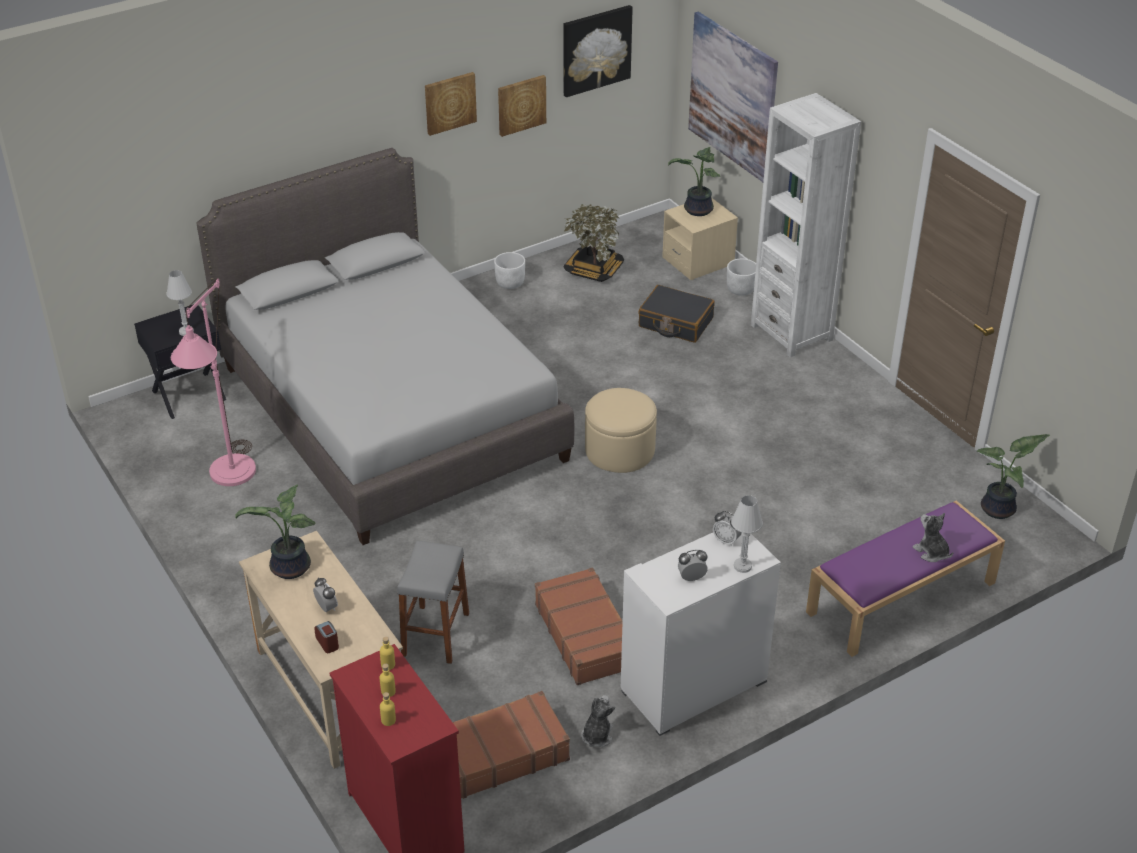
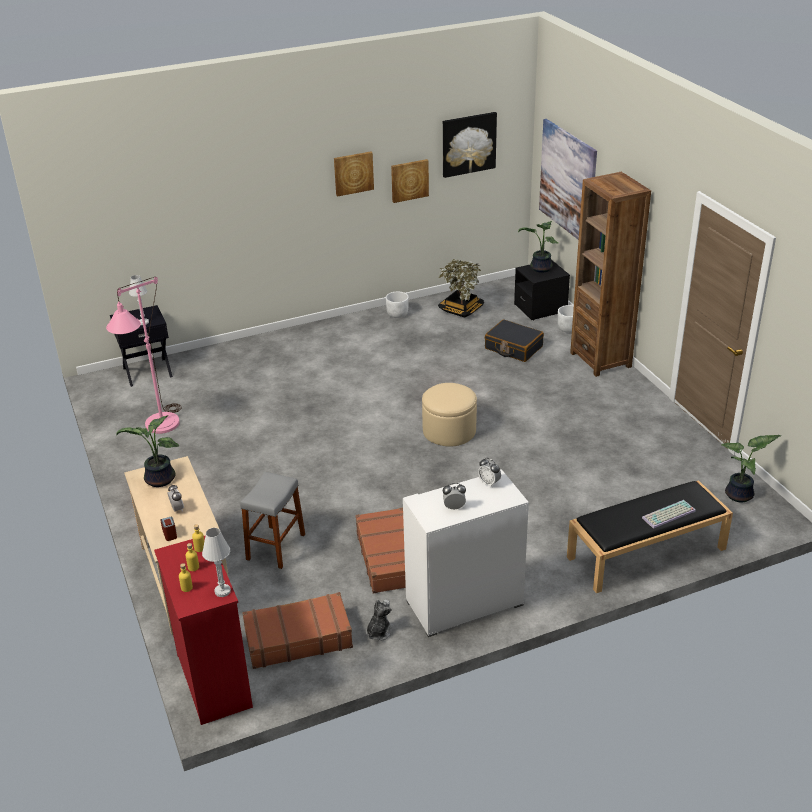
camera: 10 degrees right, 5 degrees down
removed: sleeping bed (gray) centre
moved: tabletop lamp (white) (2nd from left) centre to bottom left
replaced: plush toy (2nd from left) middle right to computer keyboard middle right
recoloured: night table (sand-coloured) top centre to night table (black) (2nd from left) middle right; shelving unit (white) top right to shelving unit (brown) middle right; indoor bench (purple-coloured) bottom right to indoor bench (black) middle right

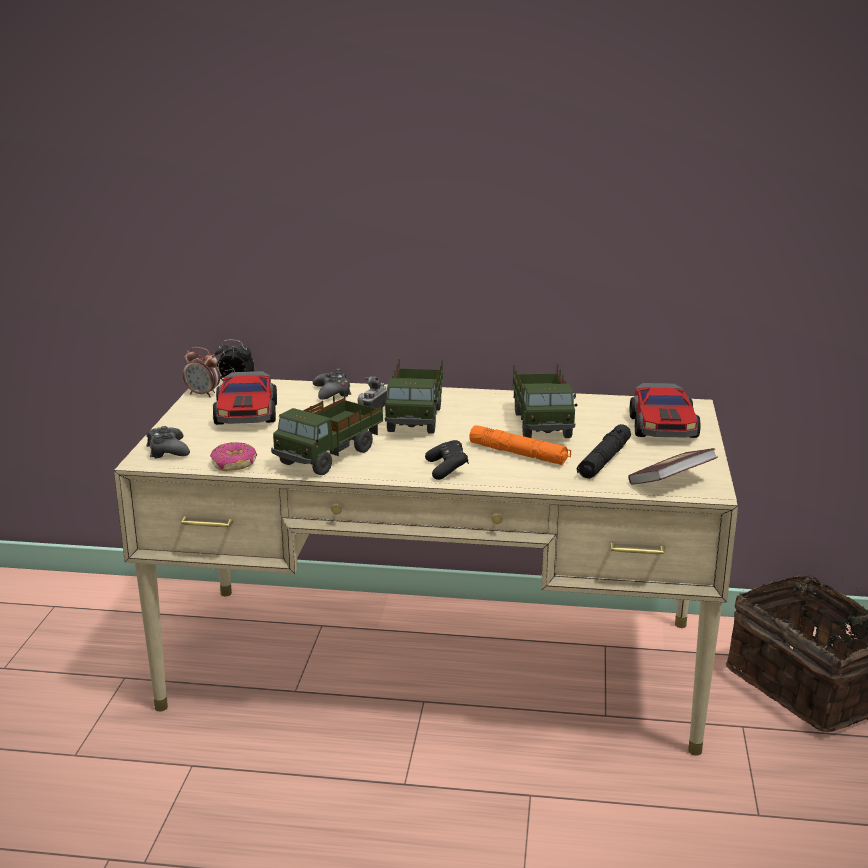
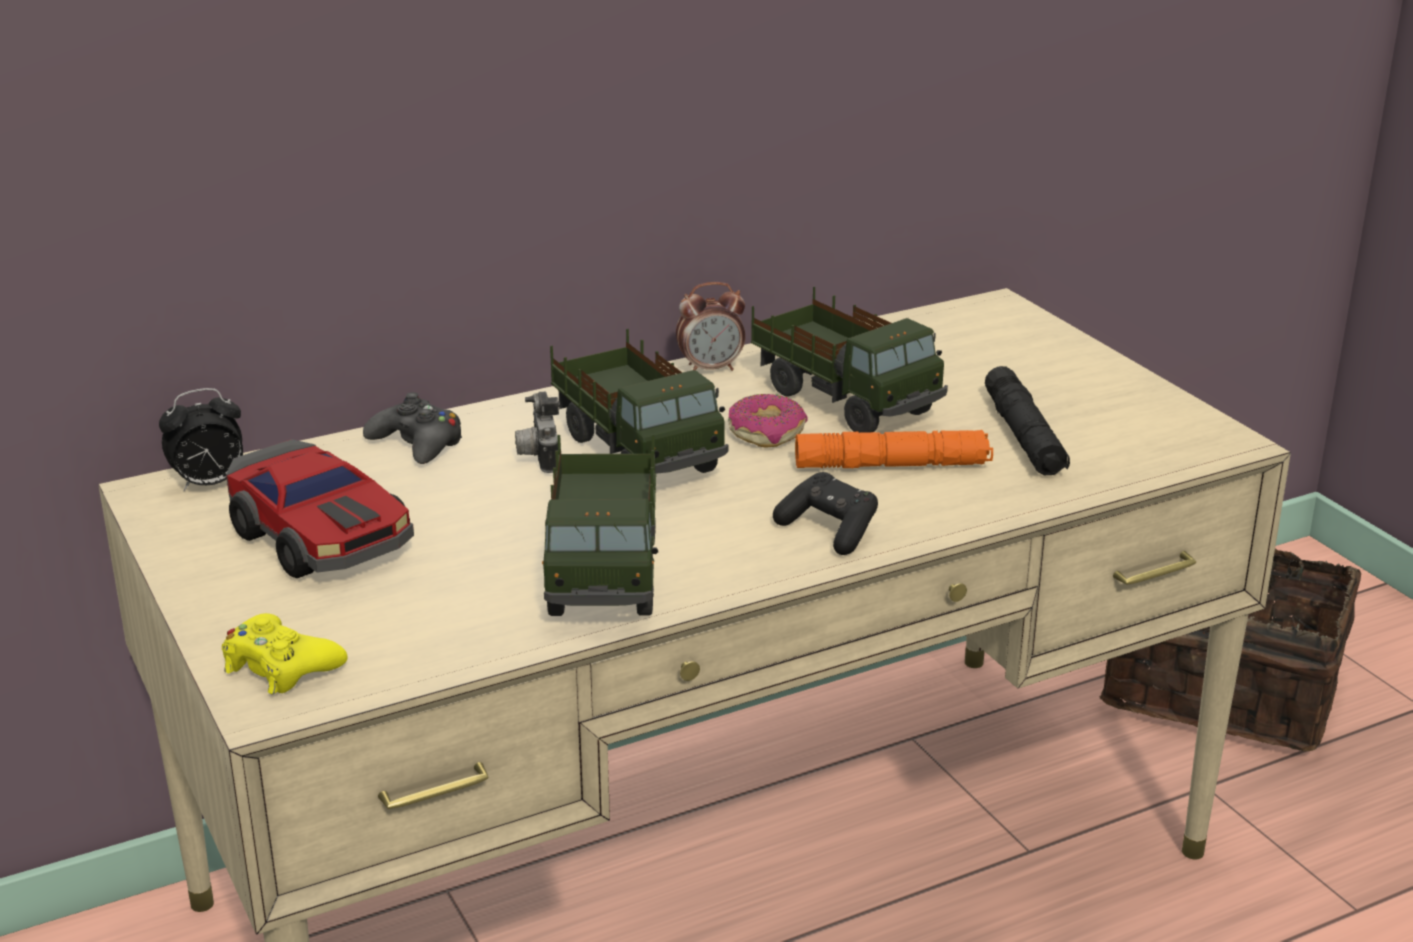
camera: 35 degrees left, 5 degrees up
removed: bound book middle right; miniature car (2nd from left) middle right
moved: table clock (1st from left in the first image) middle left to table clock (2nd from left) centre; doughnut middle left to centre
recoloured: game controller (black) (1st from left) middle left to game controller (yellow-coloured) bottom left

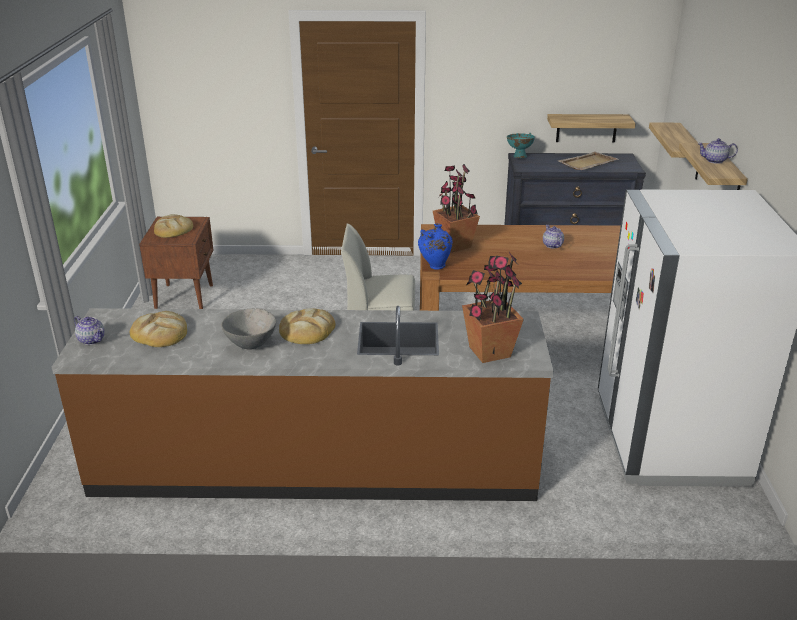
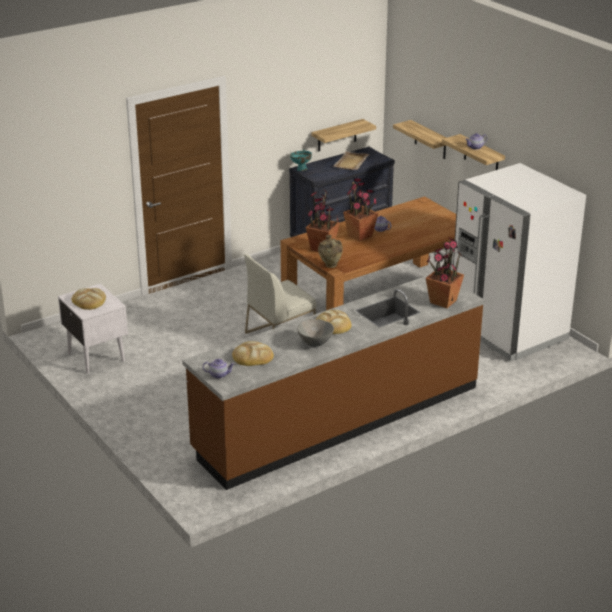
camera: 35 degrees left, 0 degrees up
added: houseplant (2nd from left) centre
recoloured: night table (brown) middle left to night table (white) middle left; vase (blue) centre to vase (sand-coloured) centre

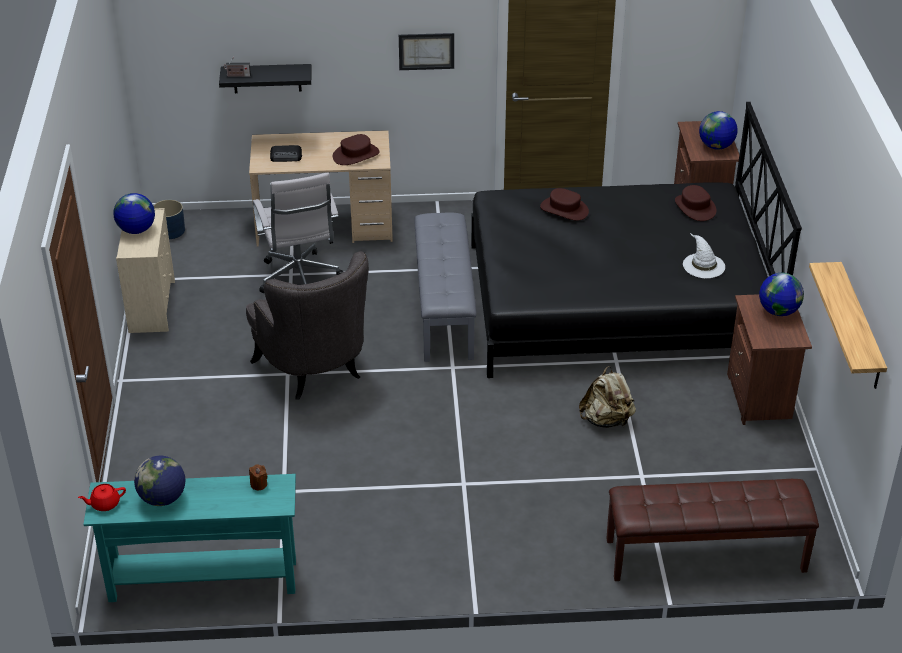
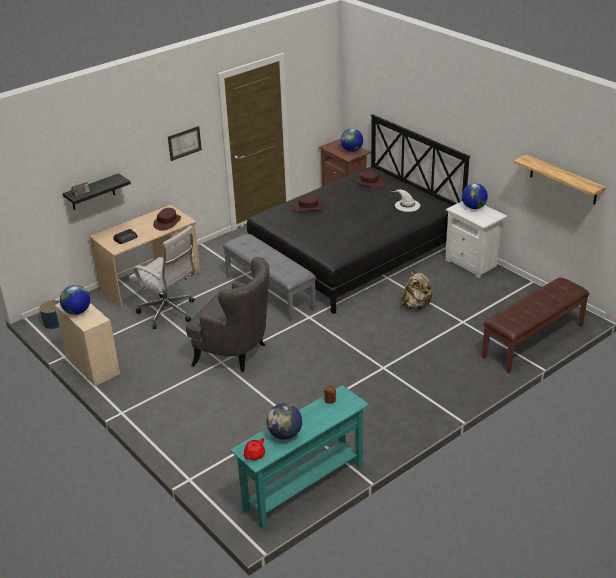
camera: 35 degrees left, 5 degrees down
recoloured: night table (brown) (2nd from left) middle right to night table (white) middle right

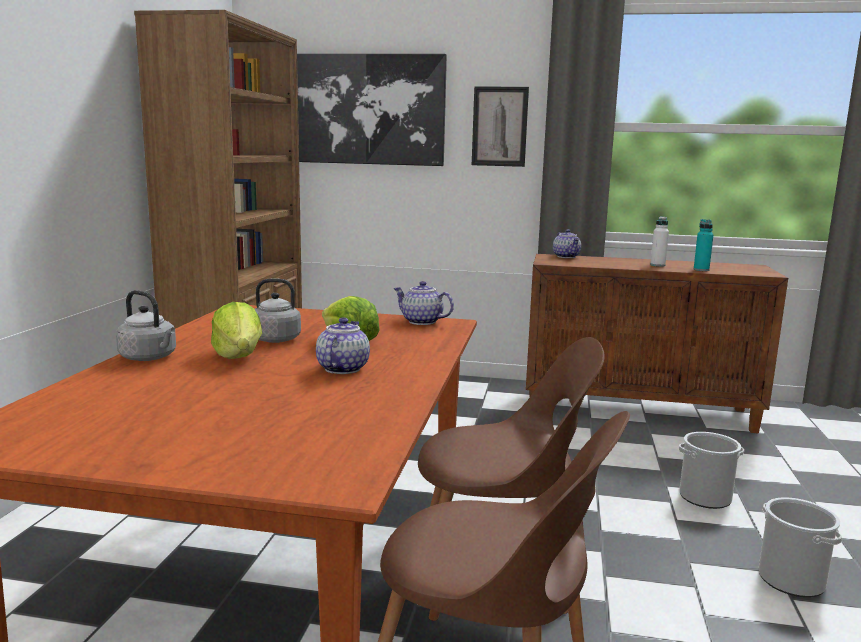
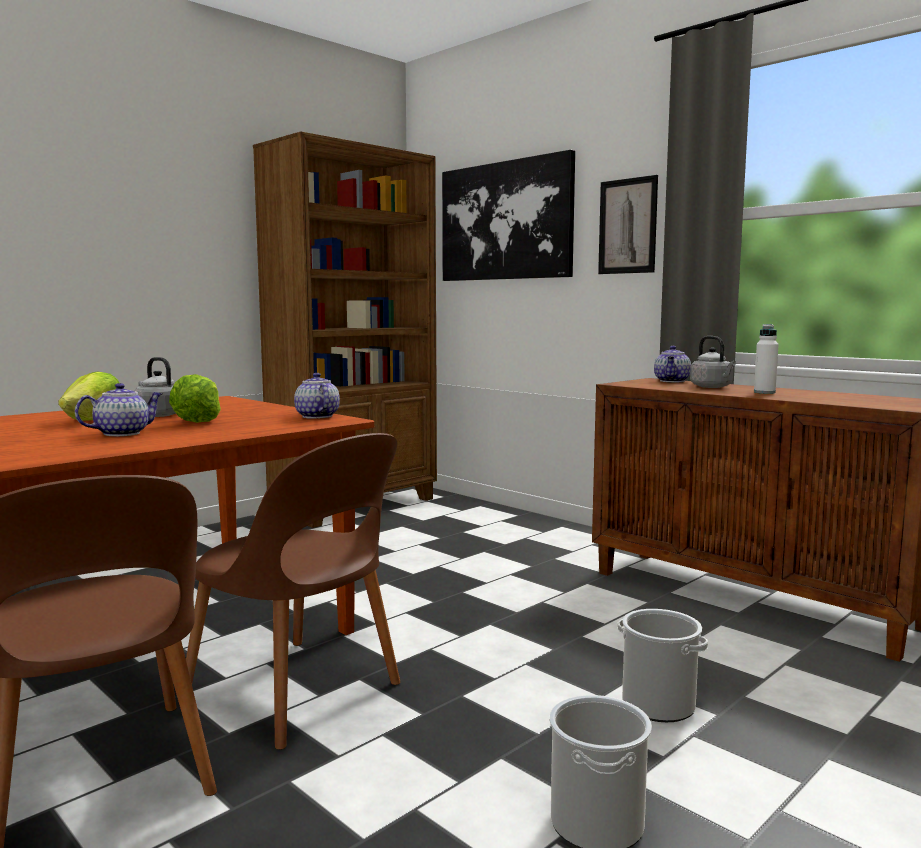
camera: 35 degrees right, 5 degrees down
removed: drink bottle (turquoise) middle right
moved: kettle (gray) (1st from left in the first image) middle left to kettle (gray) (2nd from left) middle right

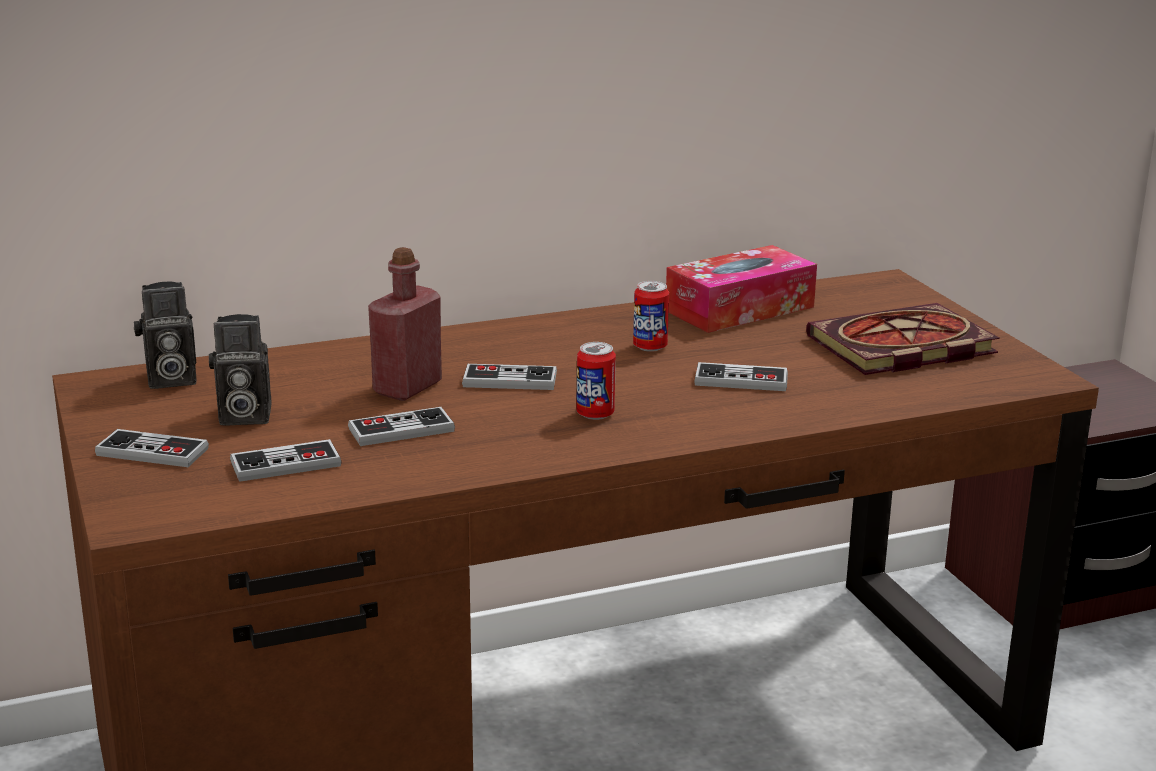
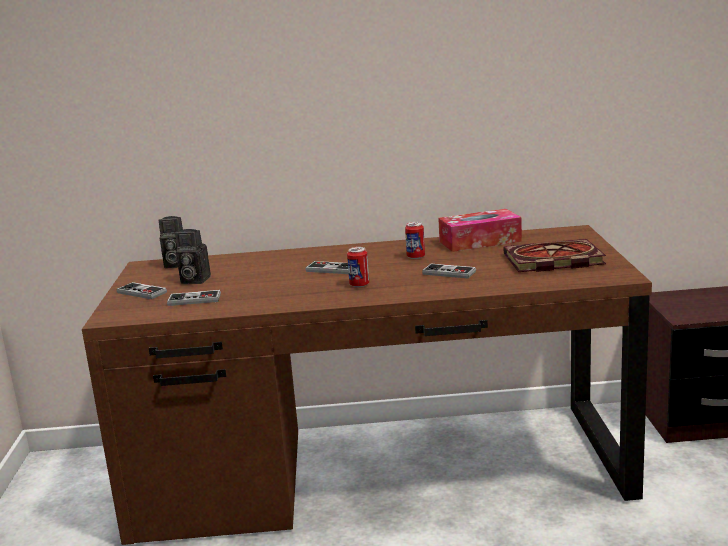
camera: 20 degrees right, 5 degrees down
removed: game controller (3rd from left) centre; drink bottle (reddish) centre

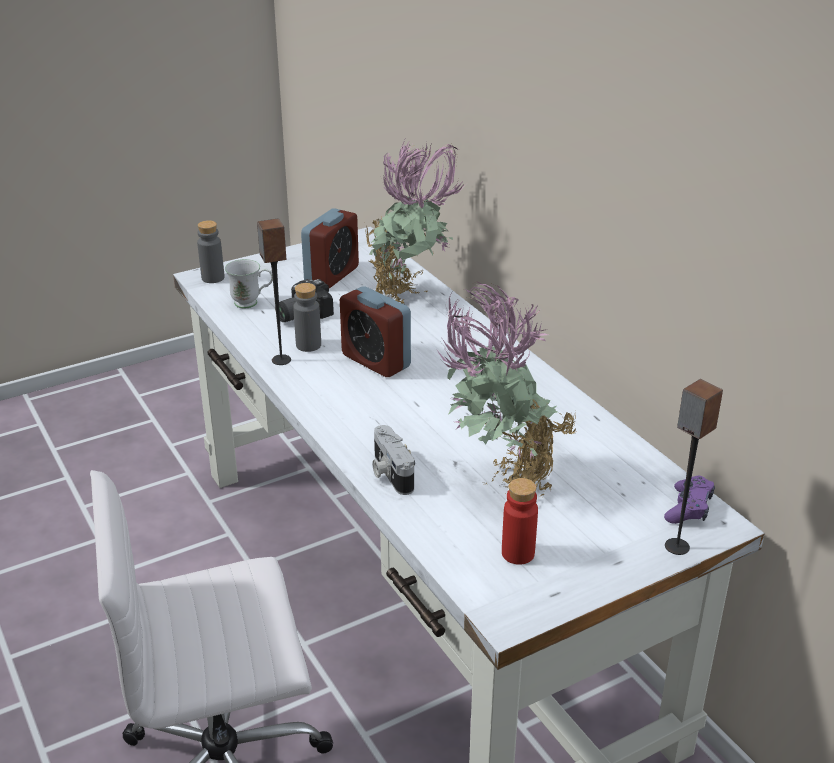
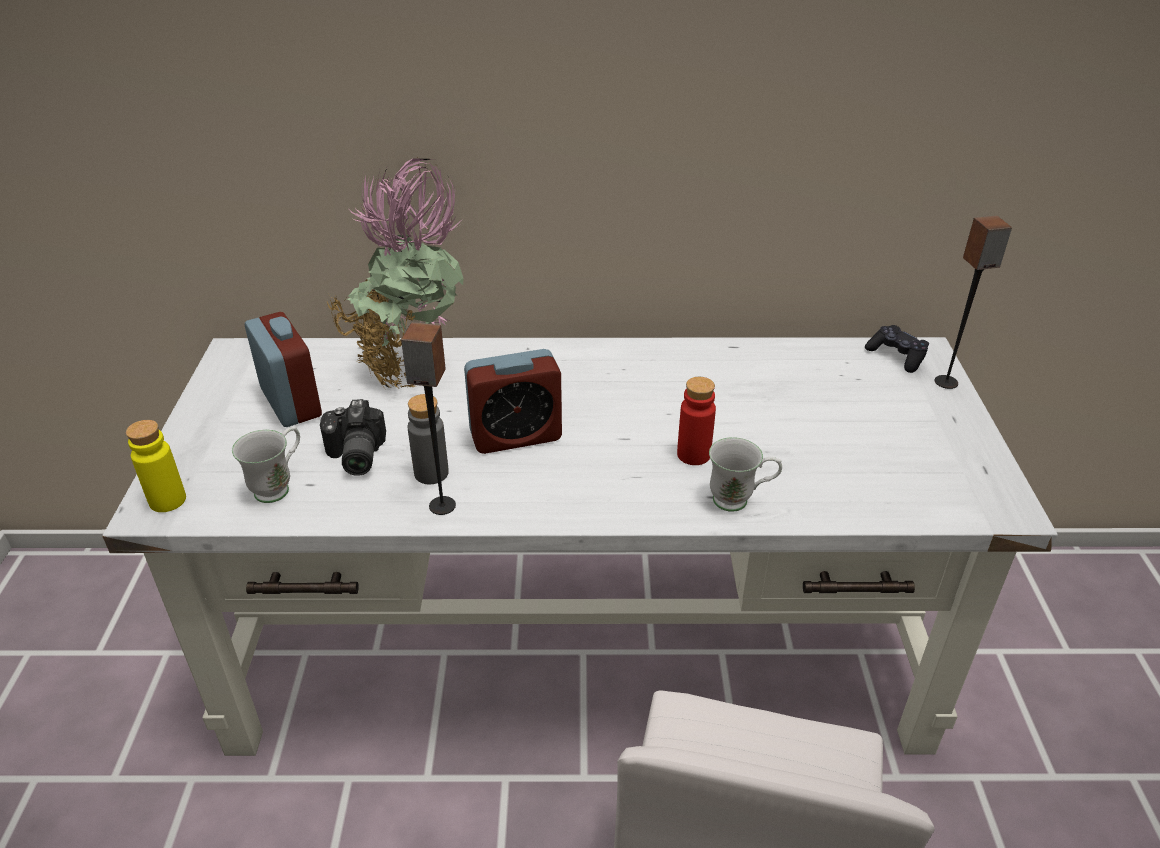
camera: 60 degrees left, 5 degrees up
removed: houseplant (2nd from left) centre
moved: drink bottle (reddish) bottom centre to centre
replaced: photo camera (2nd from left) centre to mug (white) (2nd from left) centre
recoloured: drink bottle (gray) (1st from left) top left to drink bottle (yellow-coloured) middle left; game controller (purple-coloured) middle right to game controller (black) middle right

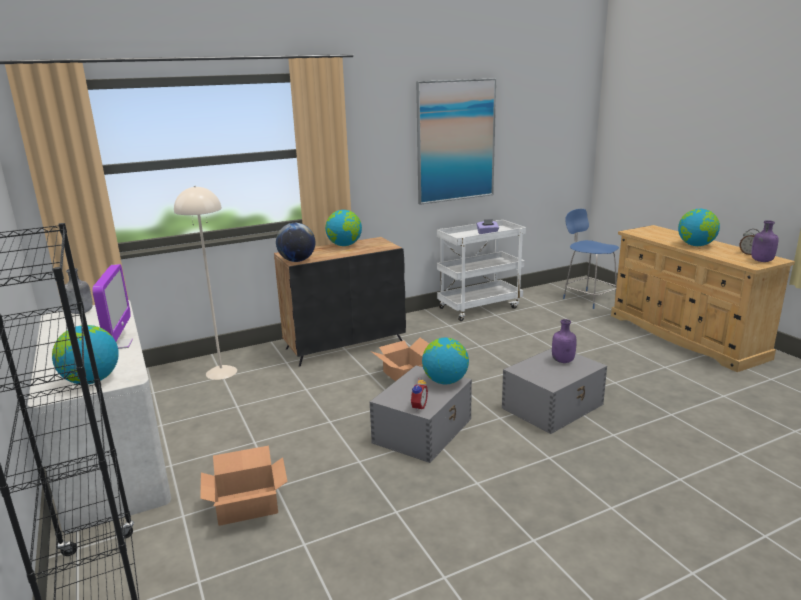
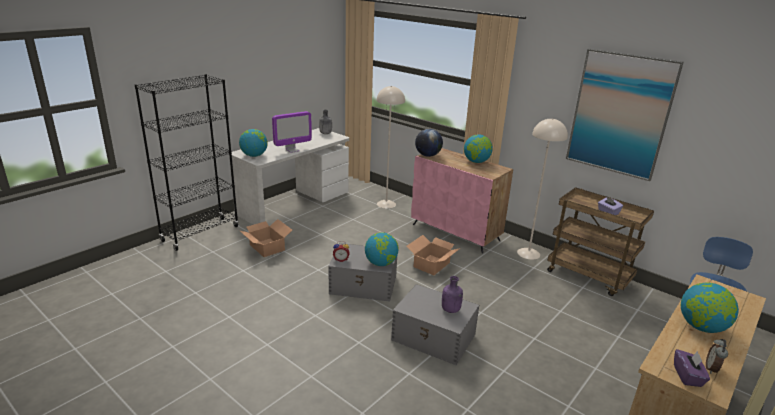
camera: 65 degrees right, 5 degrees up
added: standing lamp (sand-coloured) (2nd from left) middle right
replaced: drink bottle (purple-coloured) (2nd from left) middle right to tissue holder (purple-coloured) (2nd from left) bottom right
recoloured: storage cabinet (black) centre to storage cabinet (pink) centre; trolley (white) centre to trolley (brown) middle right

